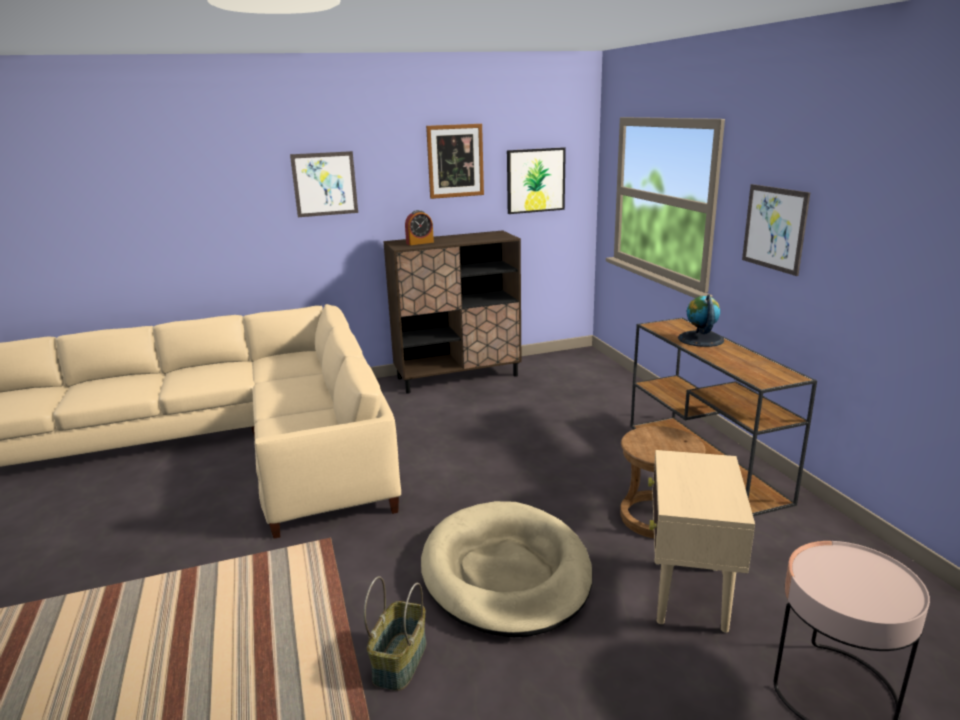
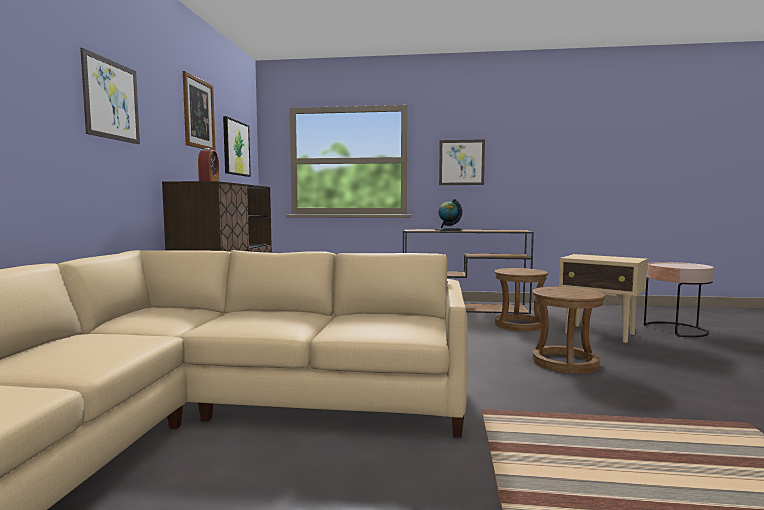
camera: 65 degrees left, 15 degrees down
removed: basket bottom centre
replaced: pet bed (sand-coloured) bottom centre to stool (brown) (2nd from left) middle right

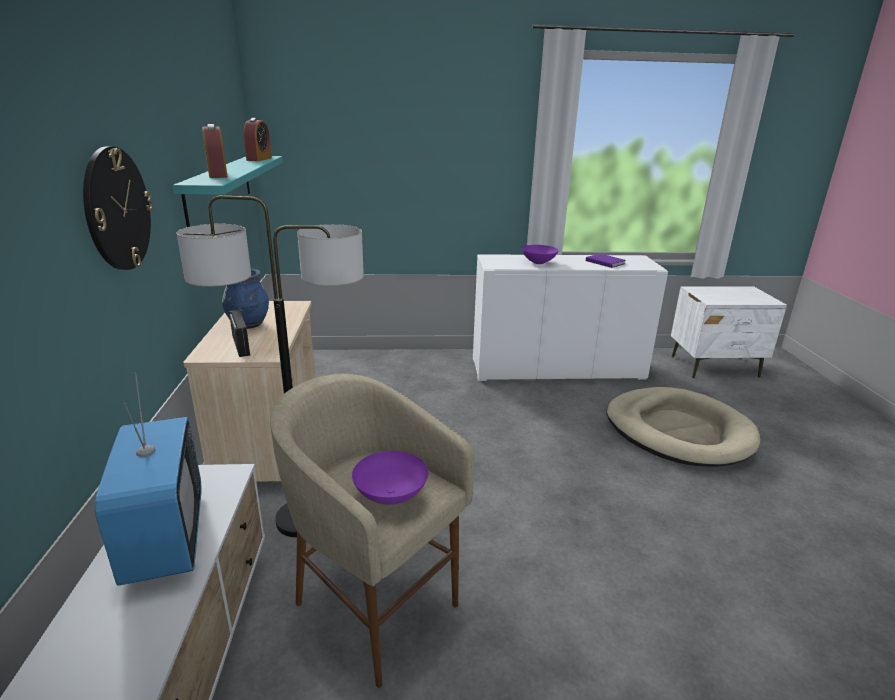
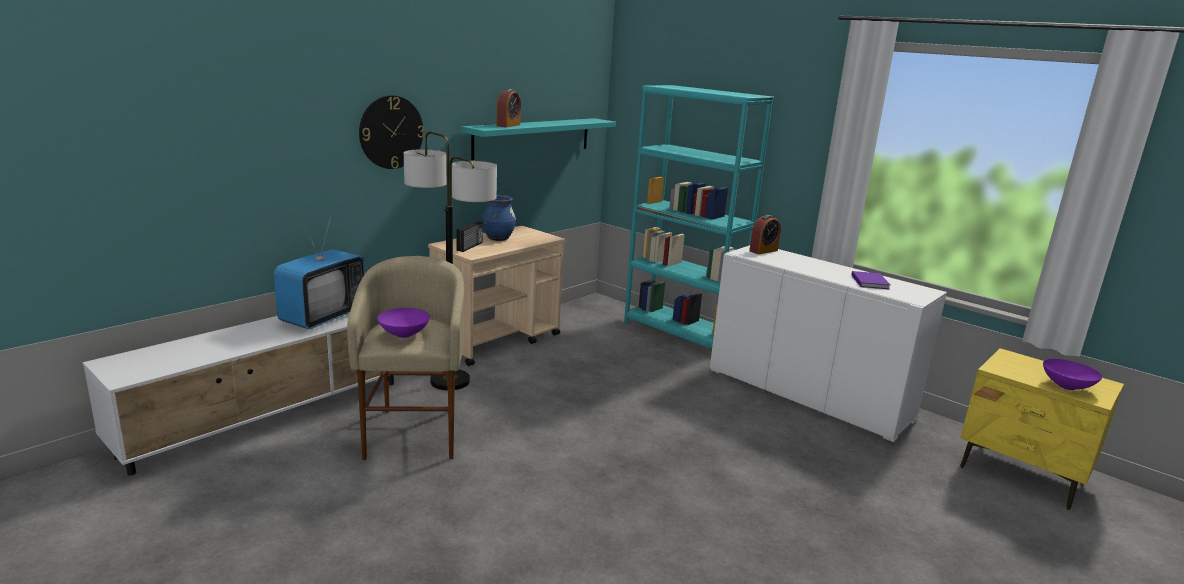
camera: 45 degrees right, 5 degrees down
removed: pet bed (sand-coloured) middle right
added: shelving unit (turquoise) centre
moved: table clock (2nd from left) top left to centre; bowl (purple-coloured) (2nd from left) centre to middle right
recoloured: night table (white) middle right to night table (yellow-coloured) bottom right

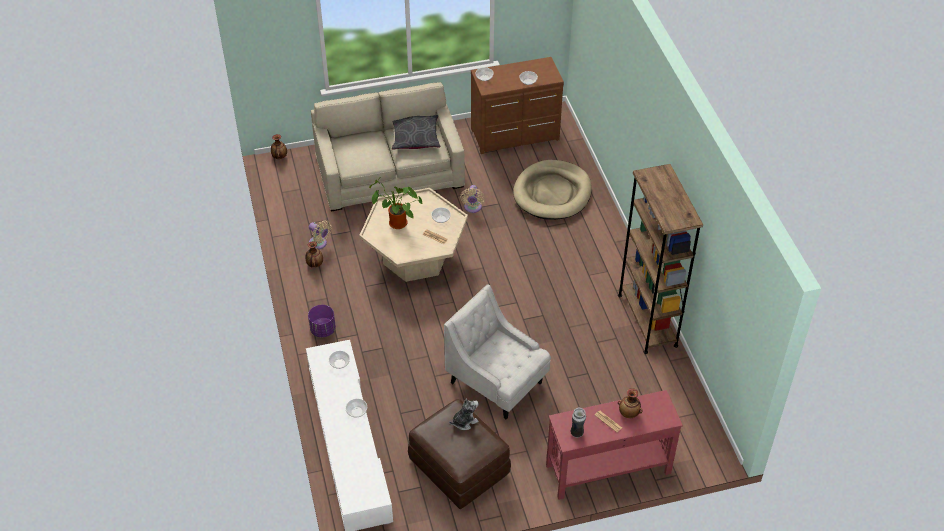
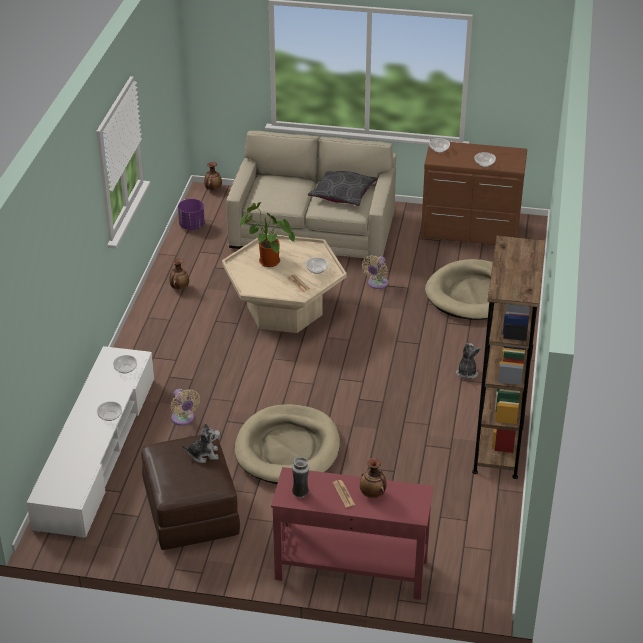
camera: 25 degrees right, 10 degrees down
added: plush toy (2nd from left) middle right
moved: flower pot (purple-coloured) centre to top left; cooling fan (sand-coloured) (1st from left) centre to middle left
replaced: easy chair (white) centre to pet bed (sand-coloured) (1st from left) bottom centre

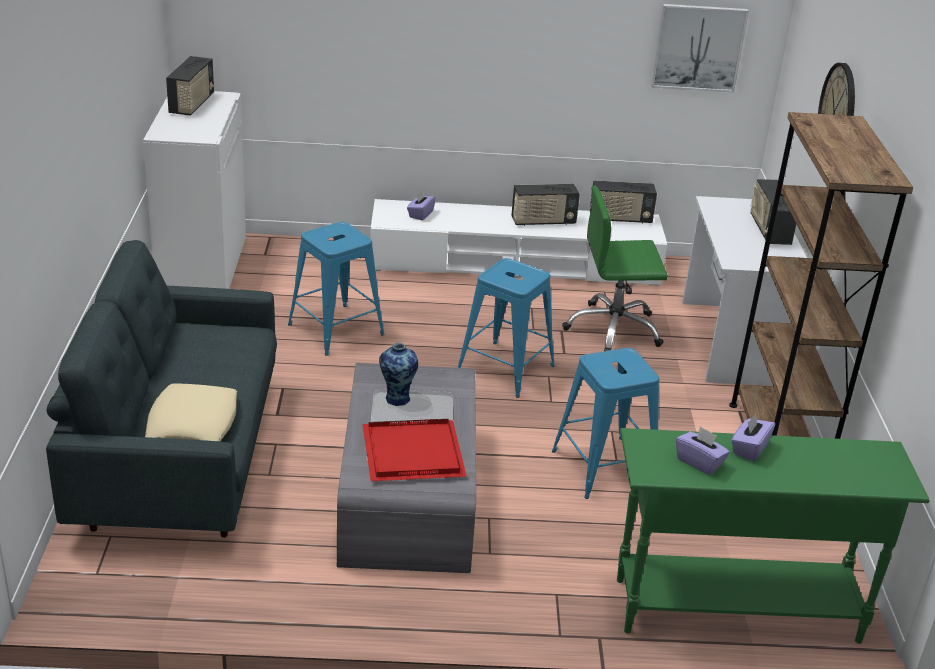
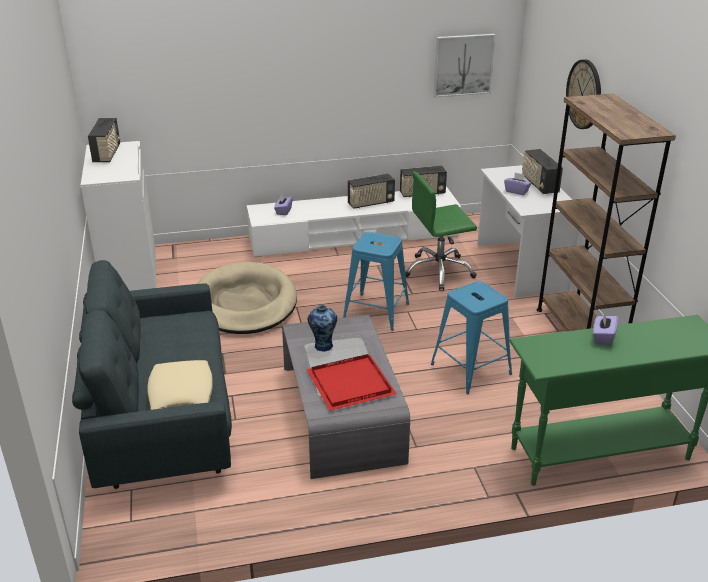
camera: 10 degrees left, 0 degrees up
moved: tissue holder (purple-coloured) (2nd from left) bottom right to top right
replaced: stool (blue) (1st from left) centre to pet bed (sand-coloured) centre

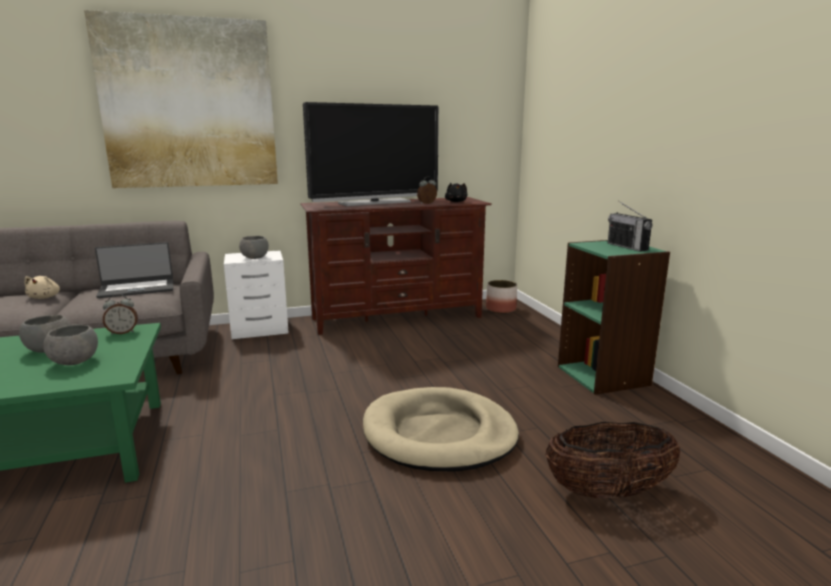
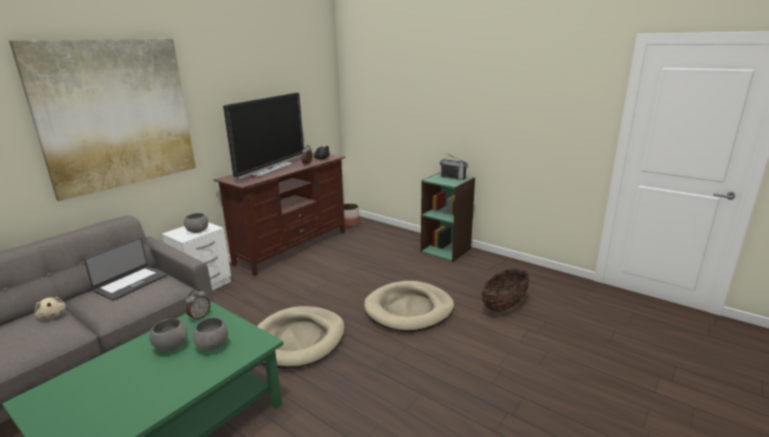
camera: 35 degrees left, 5 degrees up
added: pet bed (sand-coloured) (1st from left) bottom centre

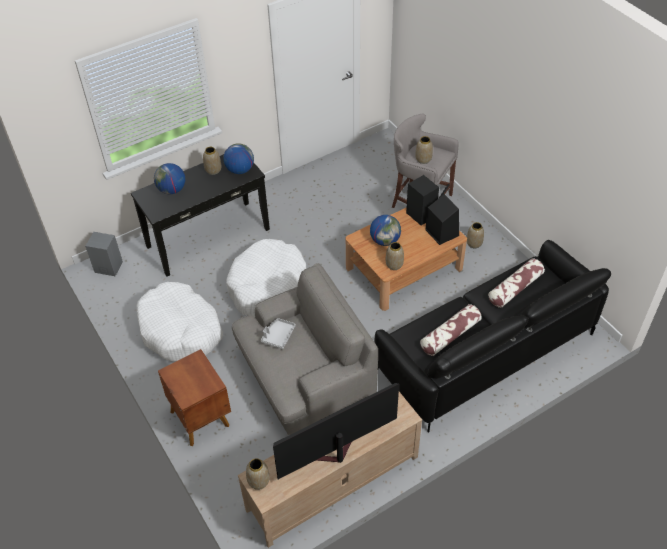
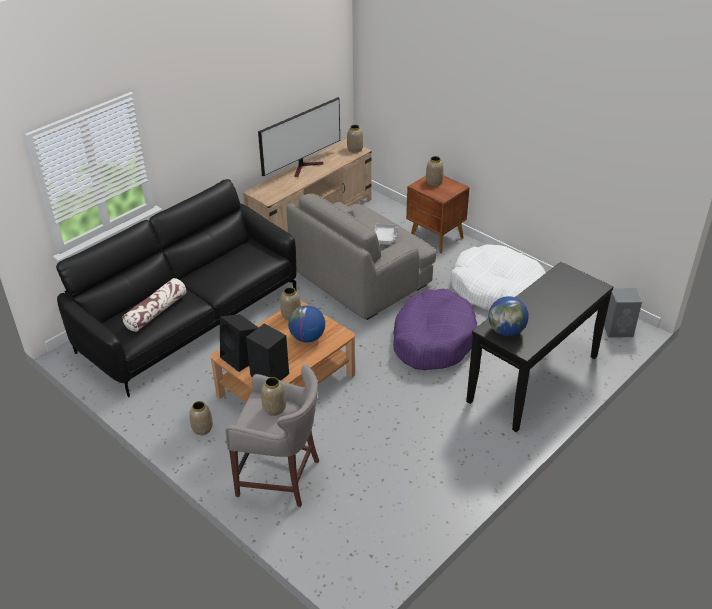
camera: 165 degrees right, 10 degrees down
removed: desk globe (1st from left) top left; pillow (1st from left) middle right
moved: vase (1st from left in the first image) top left to vase (5th from left) top centre
recoloured: pet bed (white) (2nd from left) centre to pet bed (purple-coloured) centre

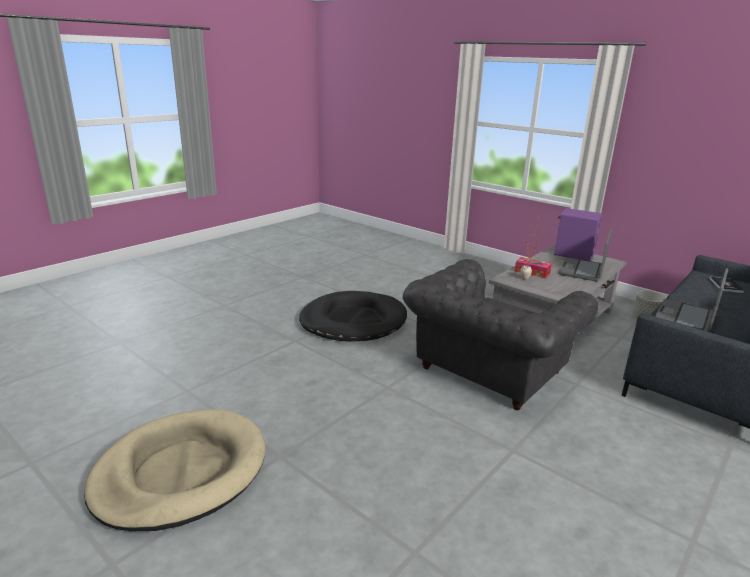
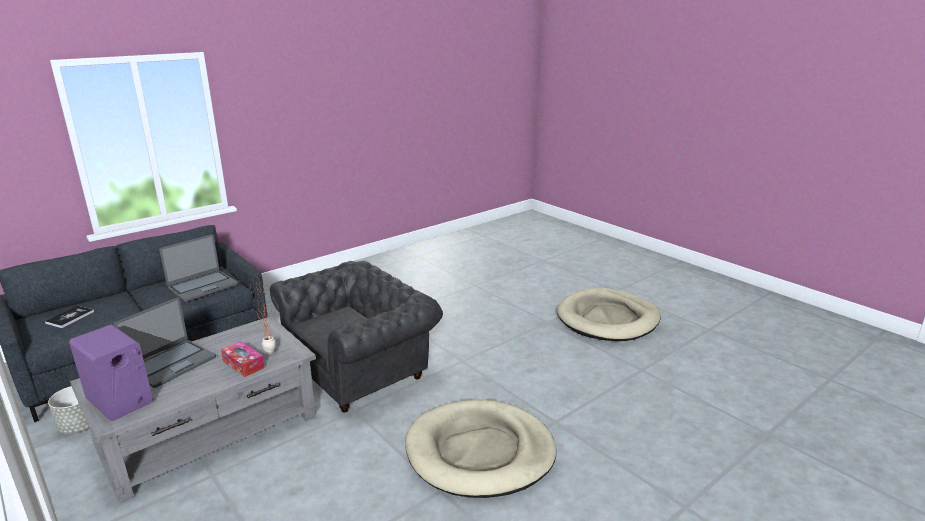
camera: 170 degrees left, 0 degrees up
recoloured: pet bed (black) centre to pet bed (sand-coloured) (1st from left) bottom centre

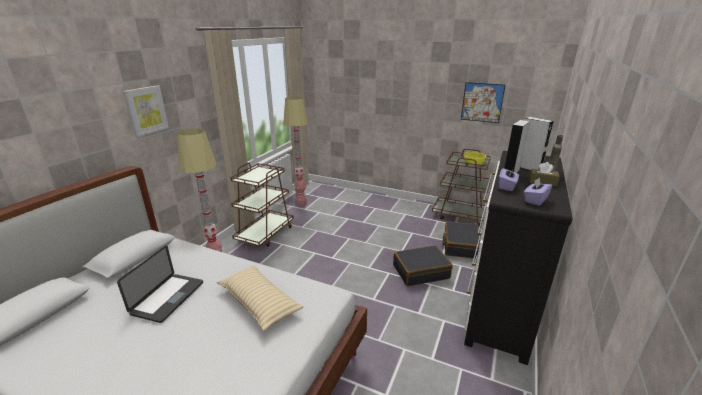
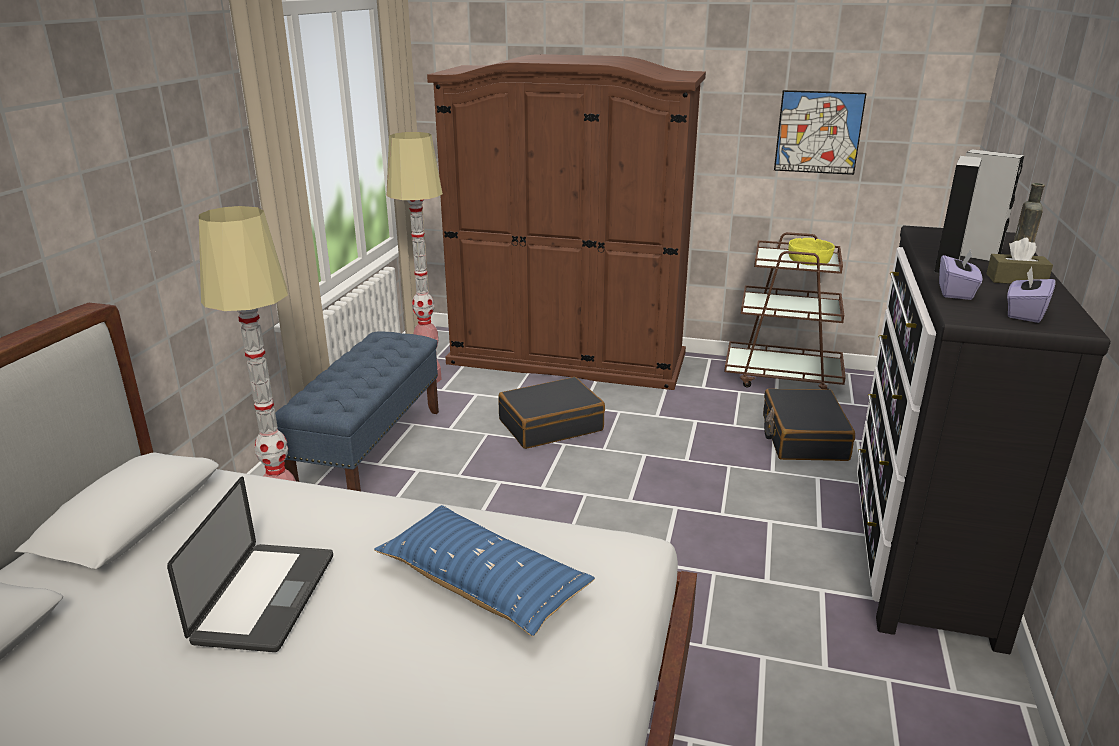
camera: 10 degrees left, 0 degrees up
removed: wall art (1st from left) top left
added: wardrobe (brown) top centre
moved: travel case (black) (1st from left) bottom centre to centre
replaced: trolley (brown) (1st from left) centre to indoor bench (blue) middle left
recoloured: pillow (sand-coloured) bottom centre to pillow (blue) bottom centre

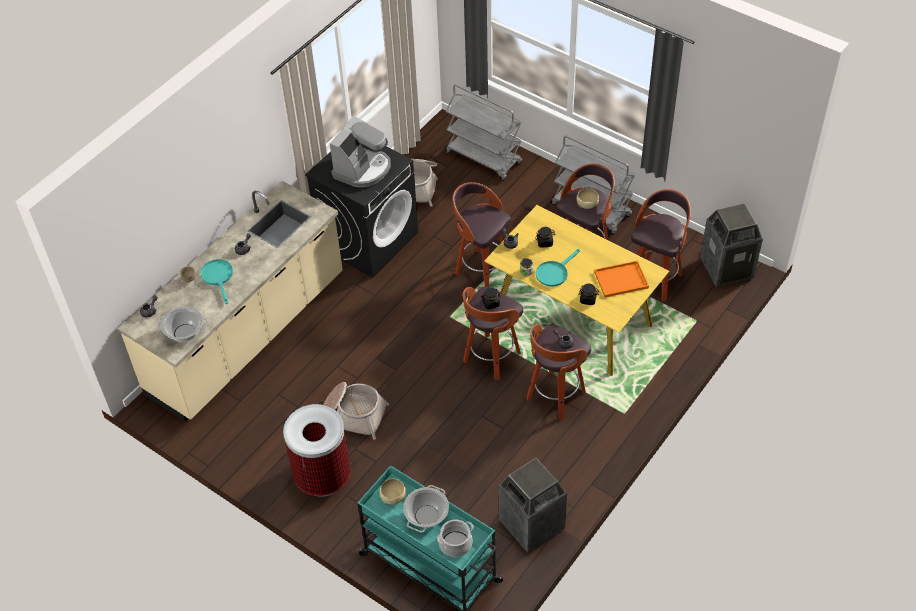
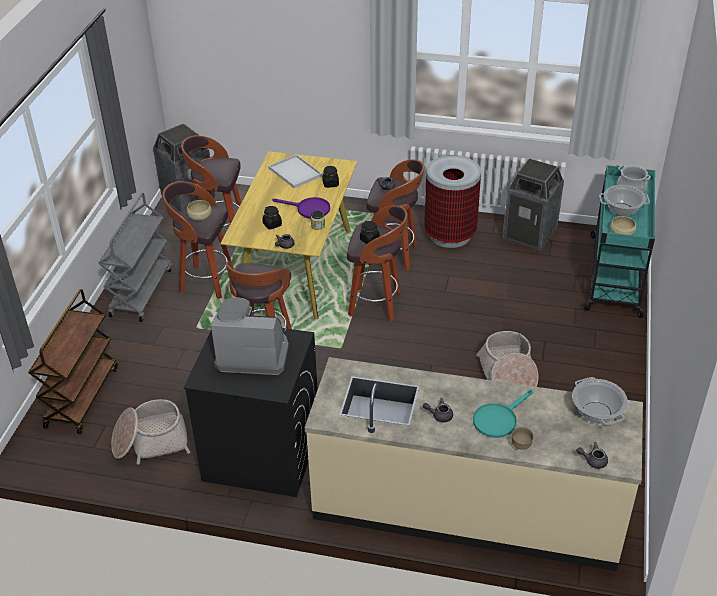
camera: 115 degrees left, 10 degrees down
moved: trash can (1st from left in the first image) bottom centre to trash can (2nd from left) centre
recoloured: trolley (gray) (1st from left) top centre to trolley (brown) middle left; pan (turquoise) (2nd from left) centre to pan (purple-coloured) centre; carrying tray (orangey) middle right to carrying tray (white) top centre

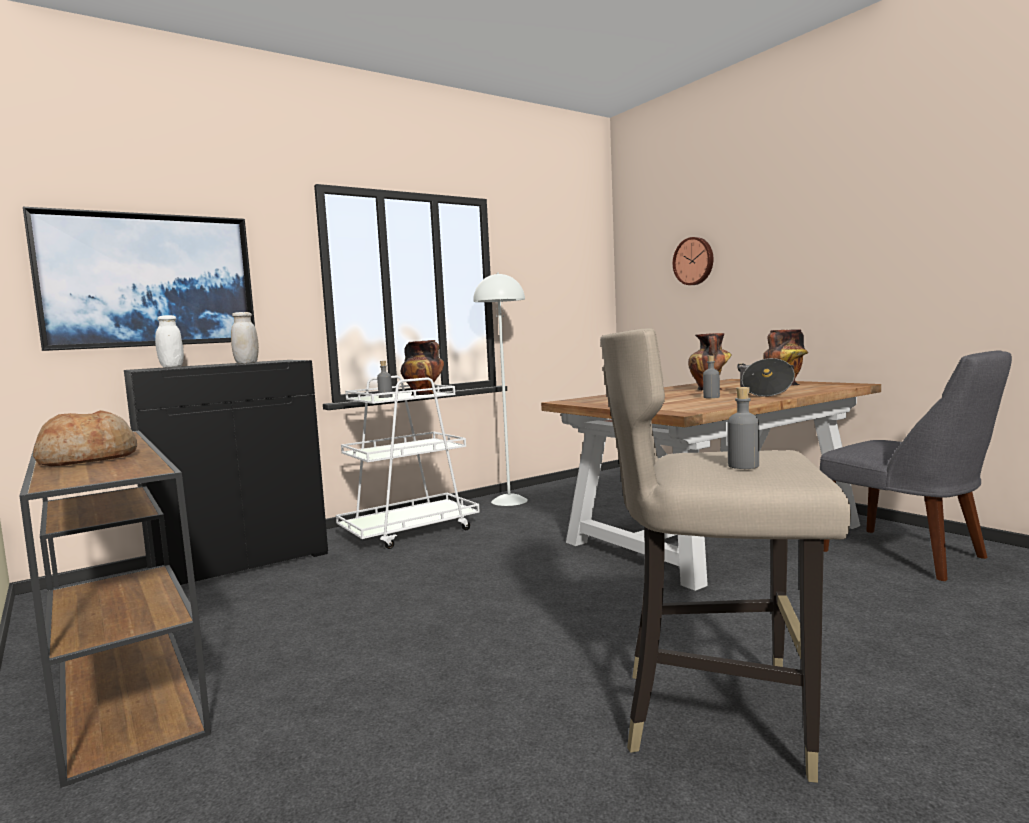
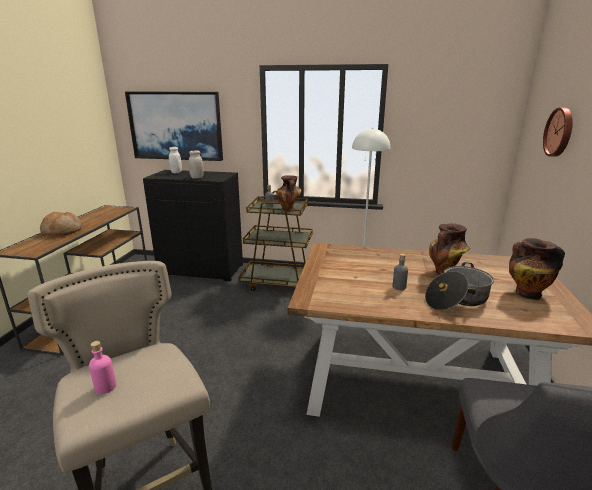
camera: 45 degrees right, 15 degrees up
recoloured: trolley (white) centre to trolley (brown) centre; drink bottle (gray) (3rd from left) middle right to drink bottle (pink) bottom left

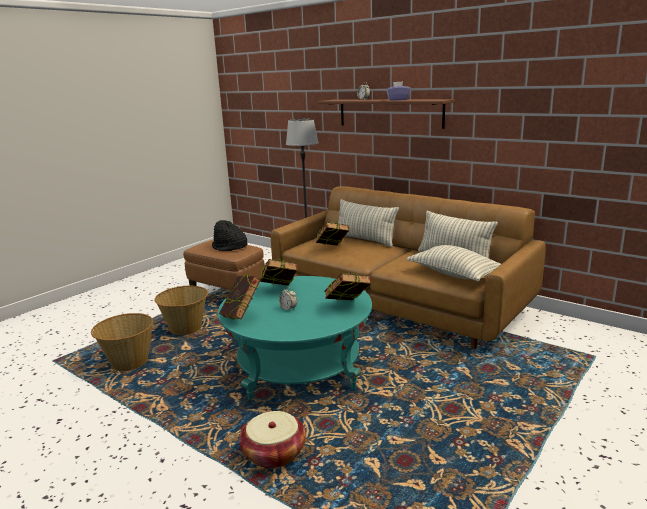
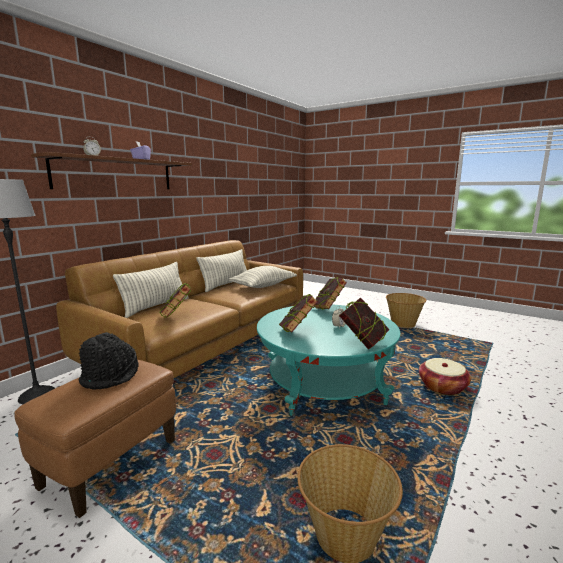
camera: 95 degrees left, 5 degrees down
moved: basket (2nd from left) middle left to middle right

